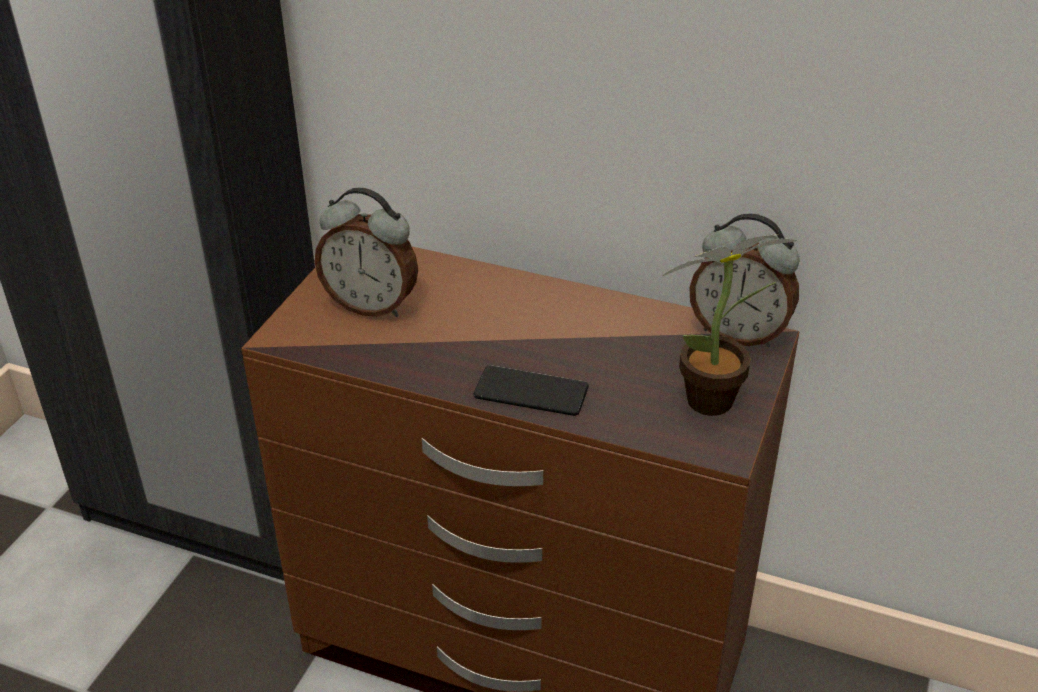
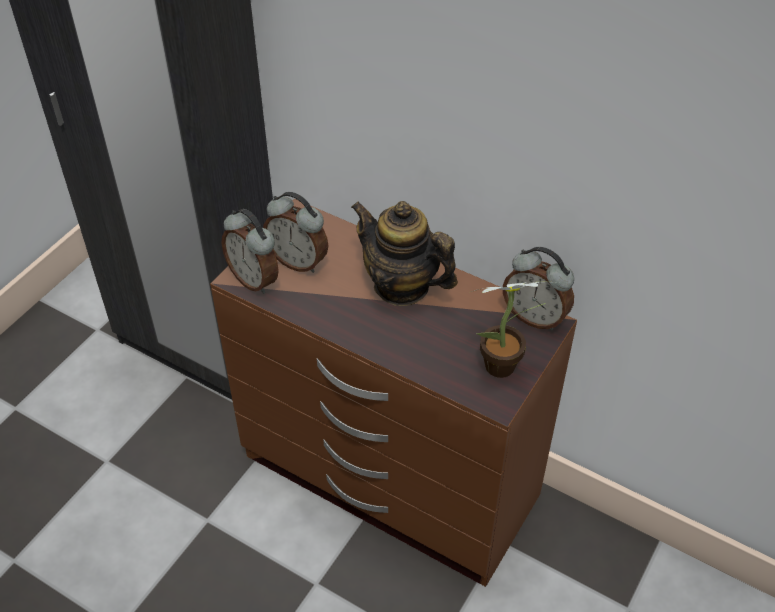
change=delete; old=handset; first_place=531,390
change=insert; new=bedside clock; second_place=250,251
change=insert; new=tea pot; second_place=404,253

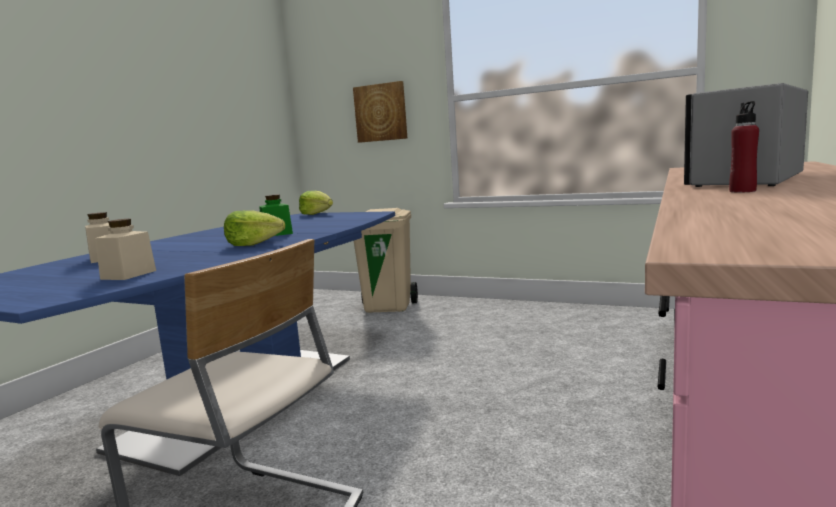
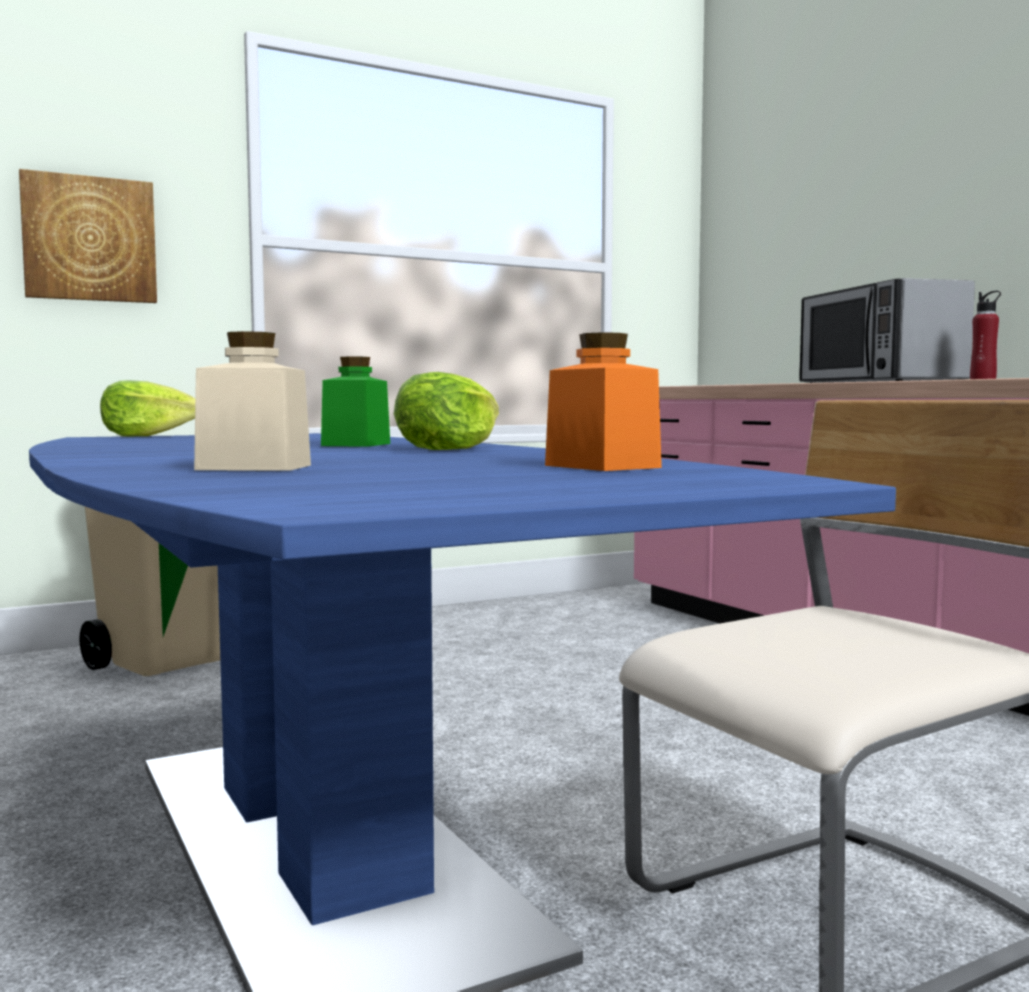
change=recolor; old=beige-coloured storage jar; new=orangey storage jar; first_place=125,249; second_place=603,401

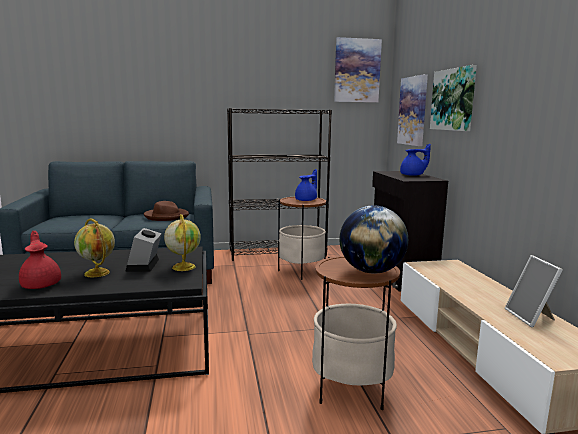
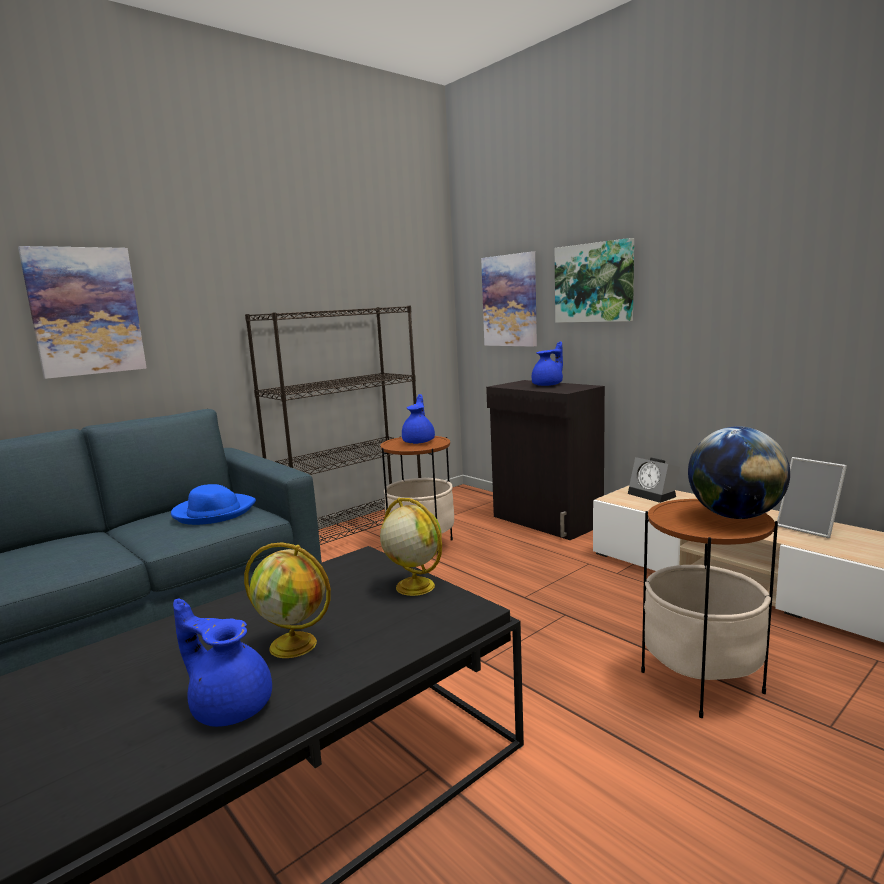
change=recolor; old=red-coloured tea pot; new=bluish tea pot; first_place=40,260; second_place=222,662
change=move; old=bedside clock; first_place=143,250; second_place=654,480
change=recolor; old=brownish wearable hat; new=bluish wearable hat; first_place=166,211; second_place=213,504
change=move; old=wall art; first_place=358,70; second_place=82,312

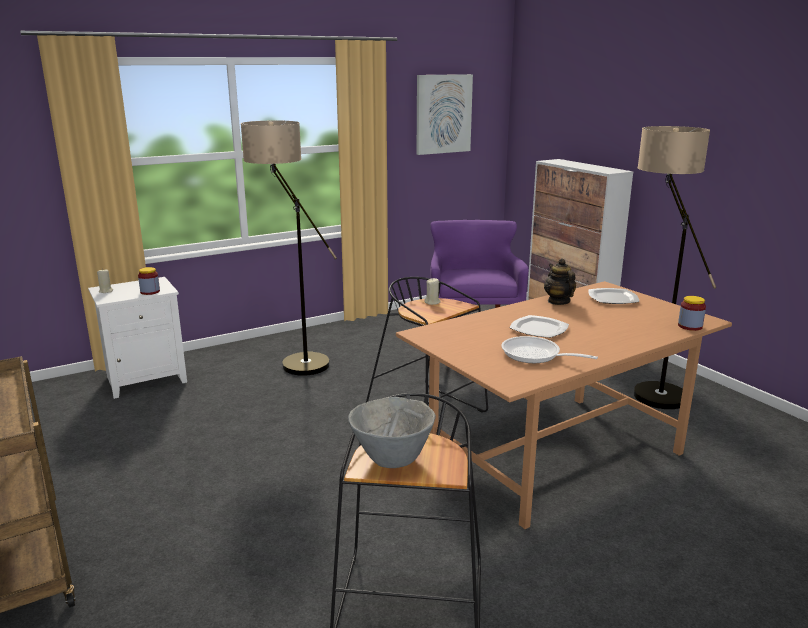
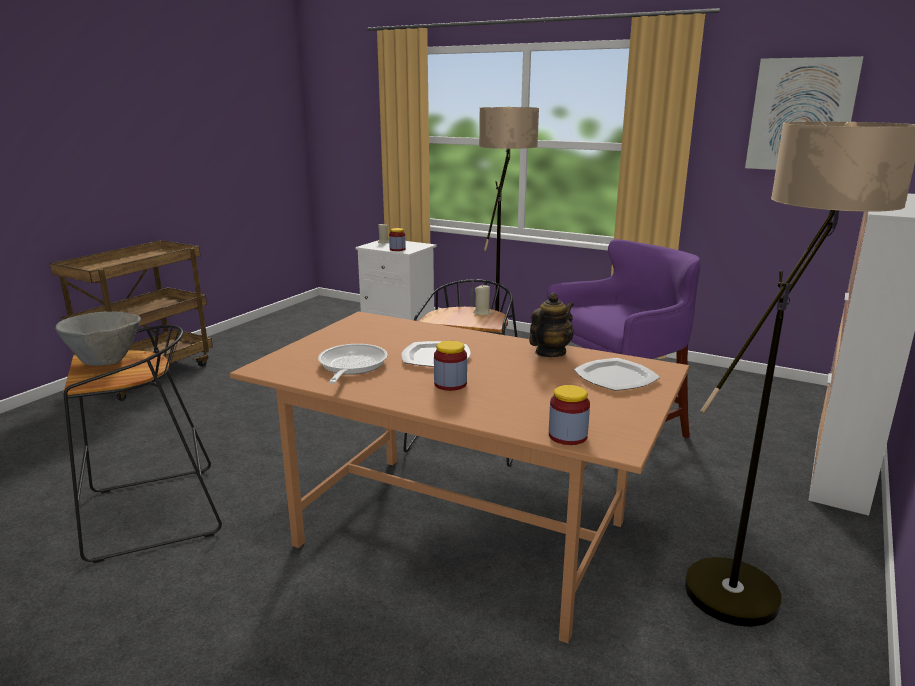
change=insert; new=storage jar; second_place=450,366

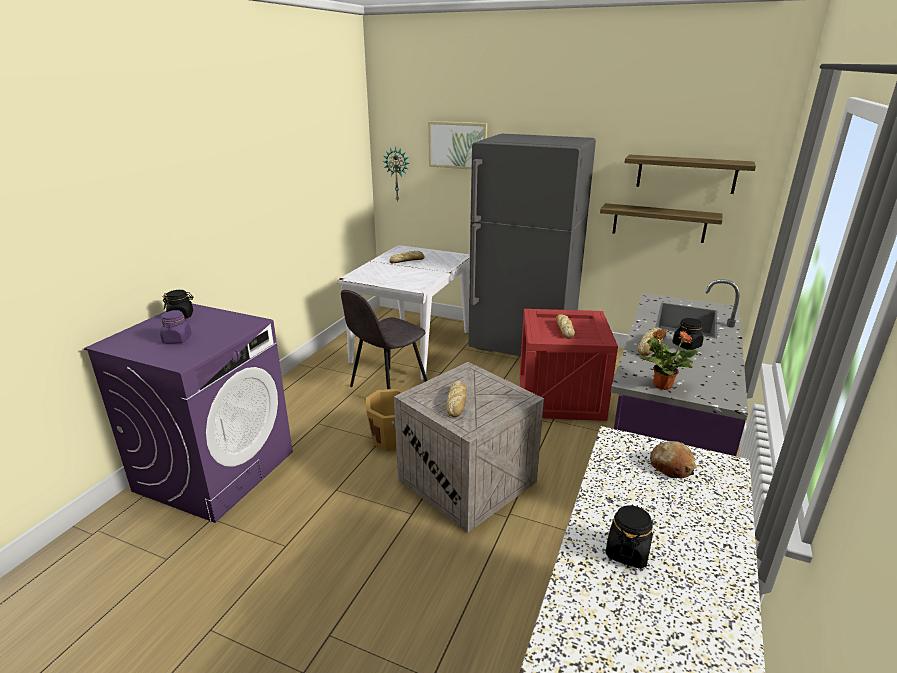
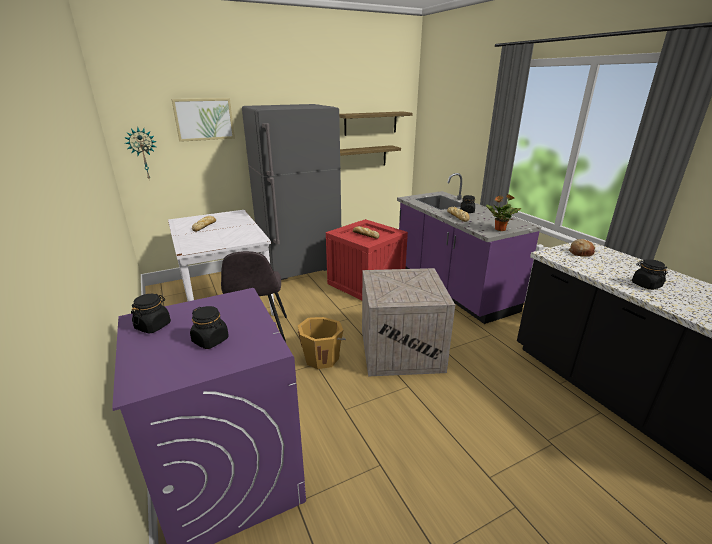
change=recolor; old=purple-coloured storage jar; new=black-coloured storage jar; first_place=176,326; second_place=209,327
change=delete; old=baked bread; first_place=457,399

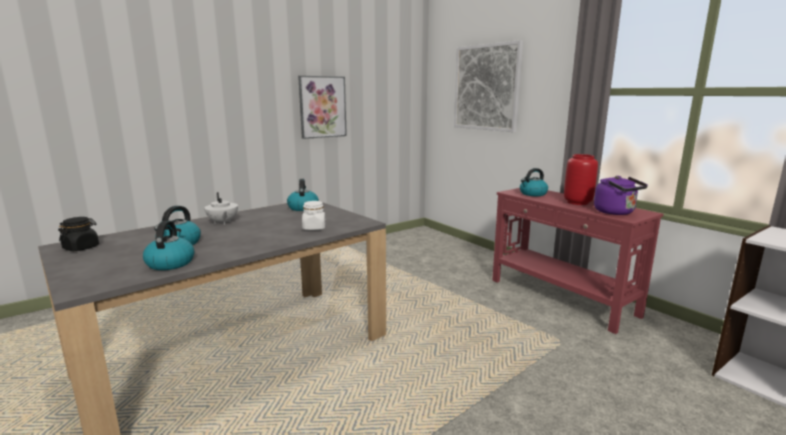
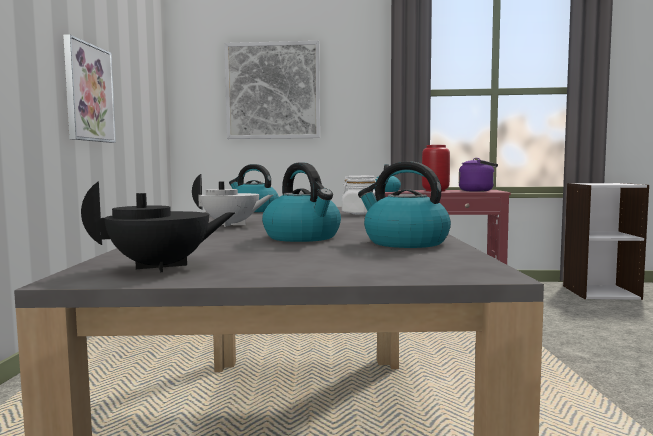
change=replace; old=black-coloured storage jar; new=black-coloured tea pot; first_place=78,234; second_place=158,226

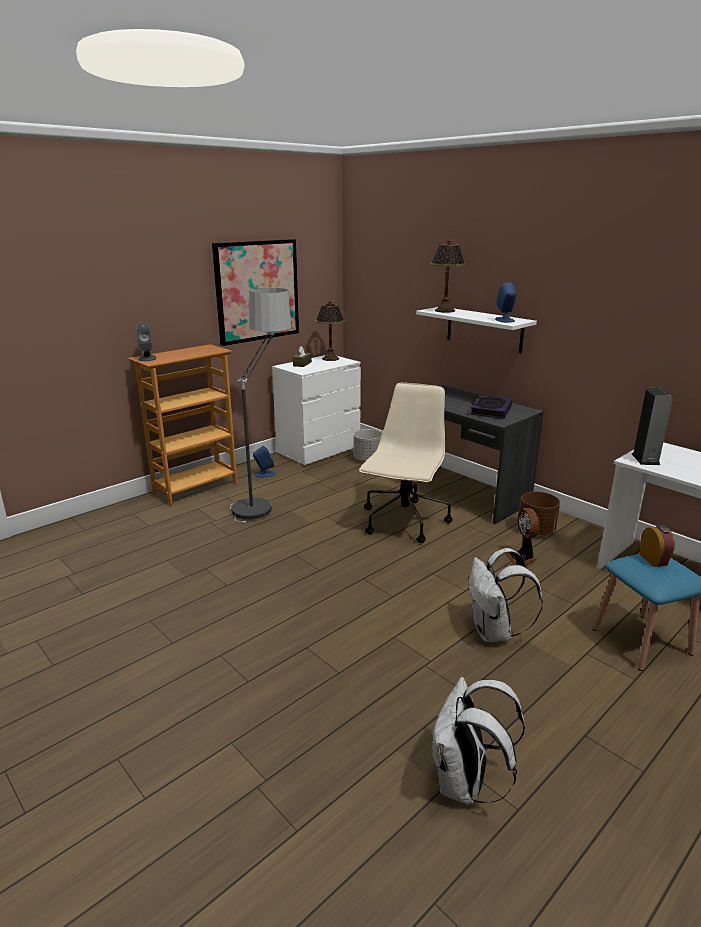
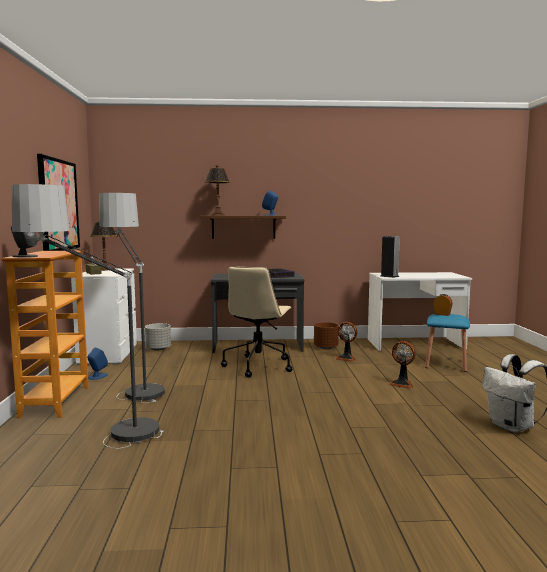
change=rotate; old=beige-coloured desk chair; first_place=406,463; second_place=256,321; degrees=-135
change=recolor; old=whitish bracket shelf; new=brownish bracket shelf; first_place=476,330; second_place=243,227
change=replace; old=whitish backpack; new=fan; first_place=505,595; second_place=402,365
change=insert; new=floor lamp; second_place=88,316

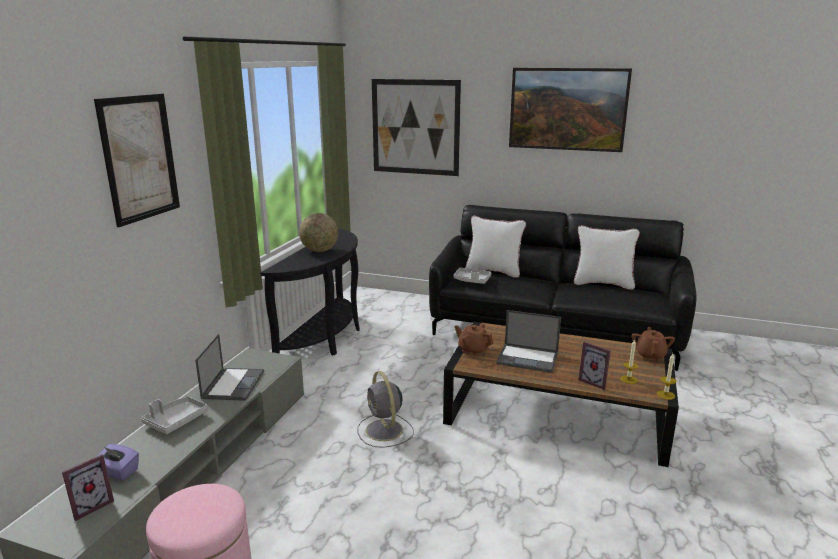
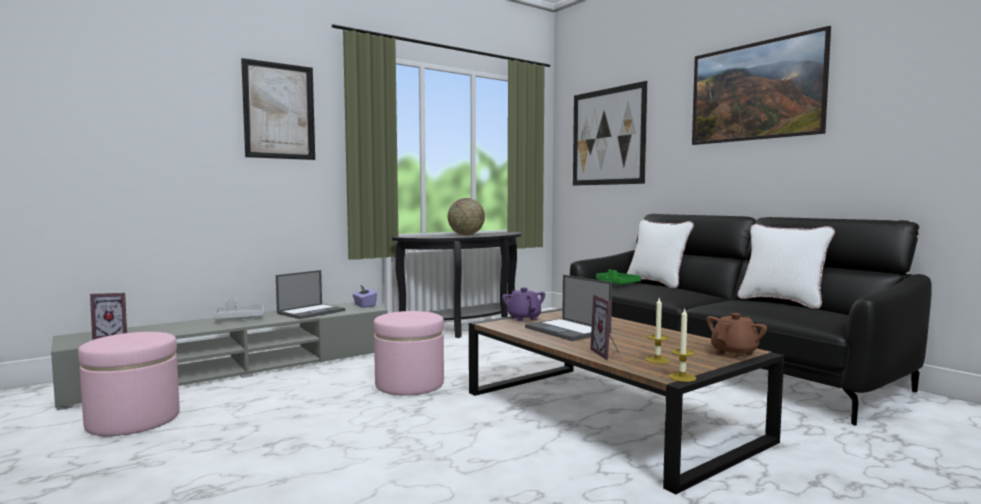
change=move; old=purple-coloured box of tissues; first_place=117,462; second_place=364,296
change=replace; old=greyish fan; new=pink-coloured pouffe; first_place=386,409; second_place=409,353
change=recolor; old=greyish serving tray; new=green serving tray; first_place=472,276; second_place=618,277
change=recolor; old=brownish tea pot; new=purple-coloured tea pot; first_place=474,340; second_place=523,304

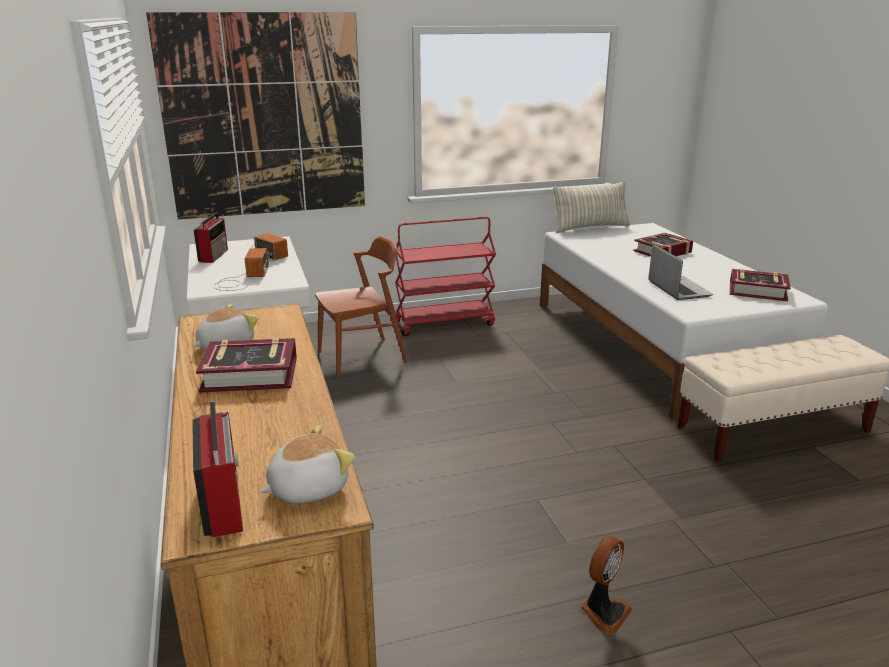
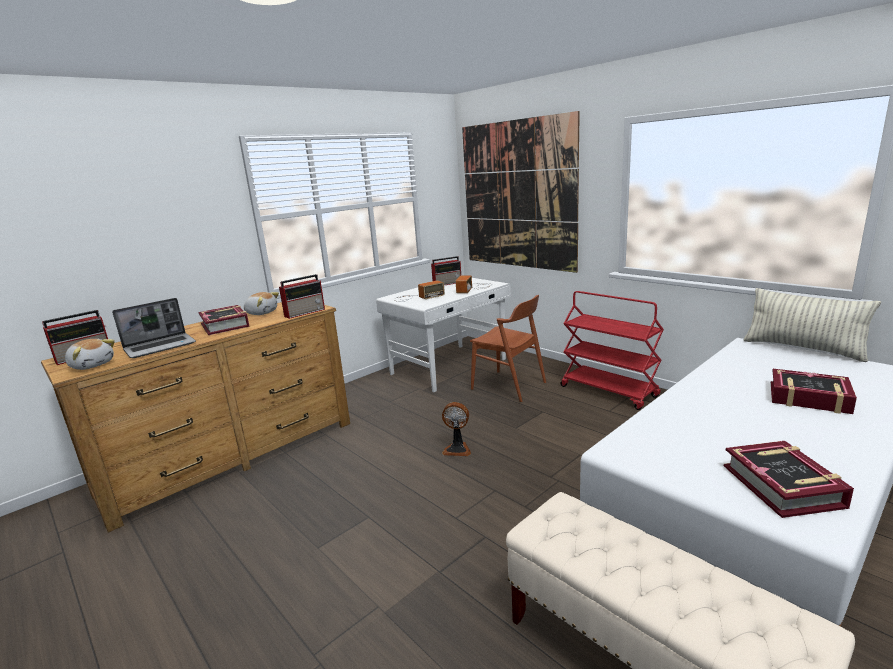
change=move; old=fan; first_place=606,585; second_place=456,429
change=move; old=laptop; first_place=680,272; second_place=154,328
change=insert; new=radio set; second_place=302,296

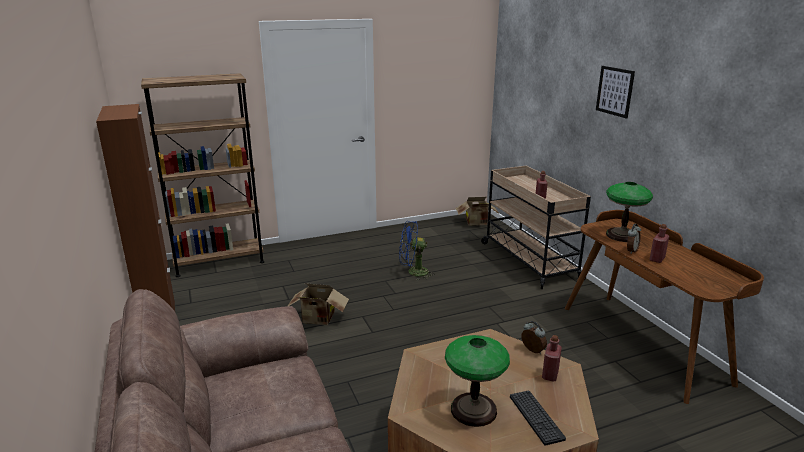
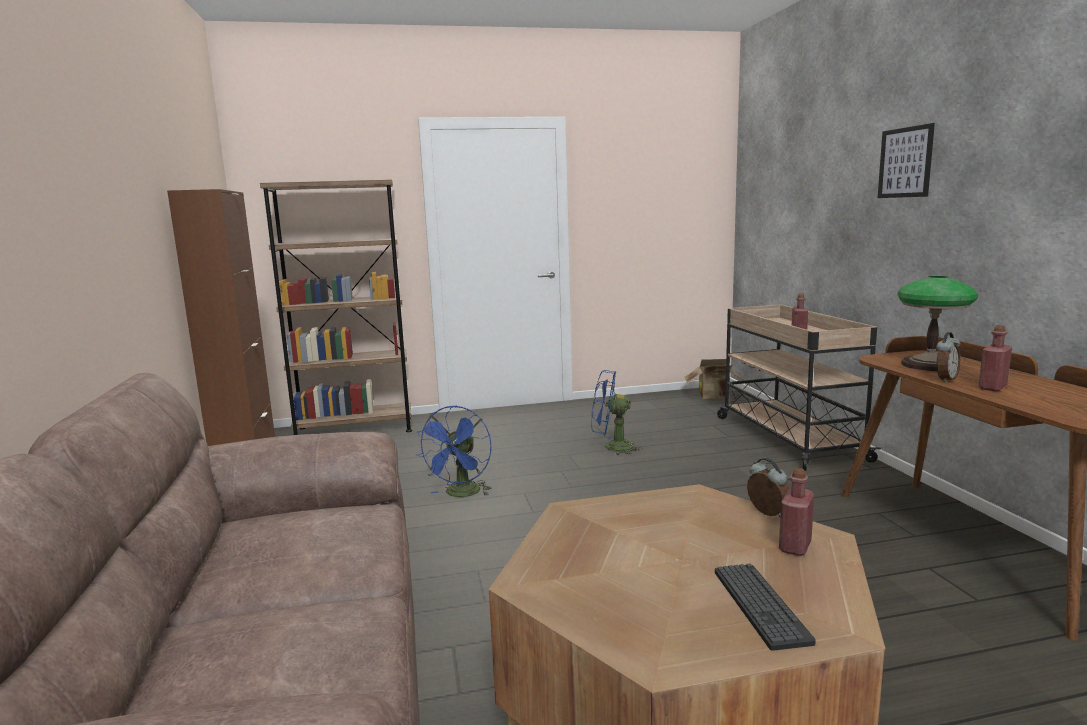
change=replace; old=cardboard box; new=bluish fan; first_place=318,304; second_place=454,451
change=delete; old=table lamp; first_place=477,381

